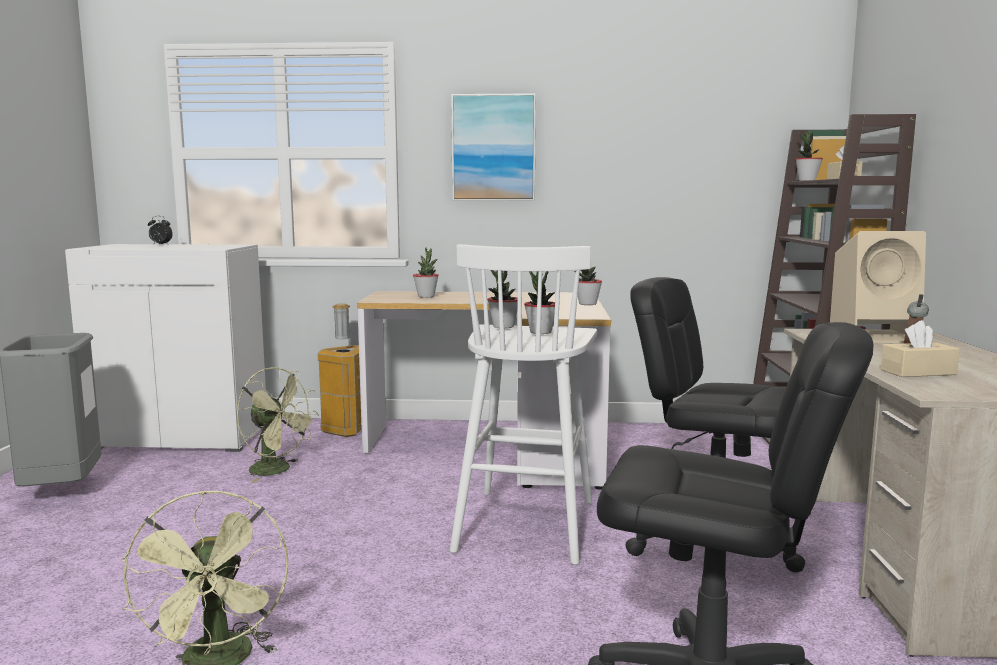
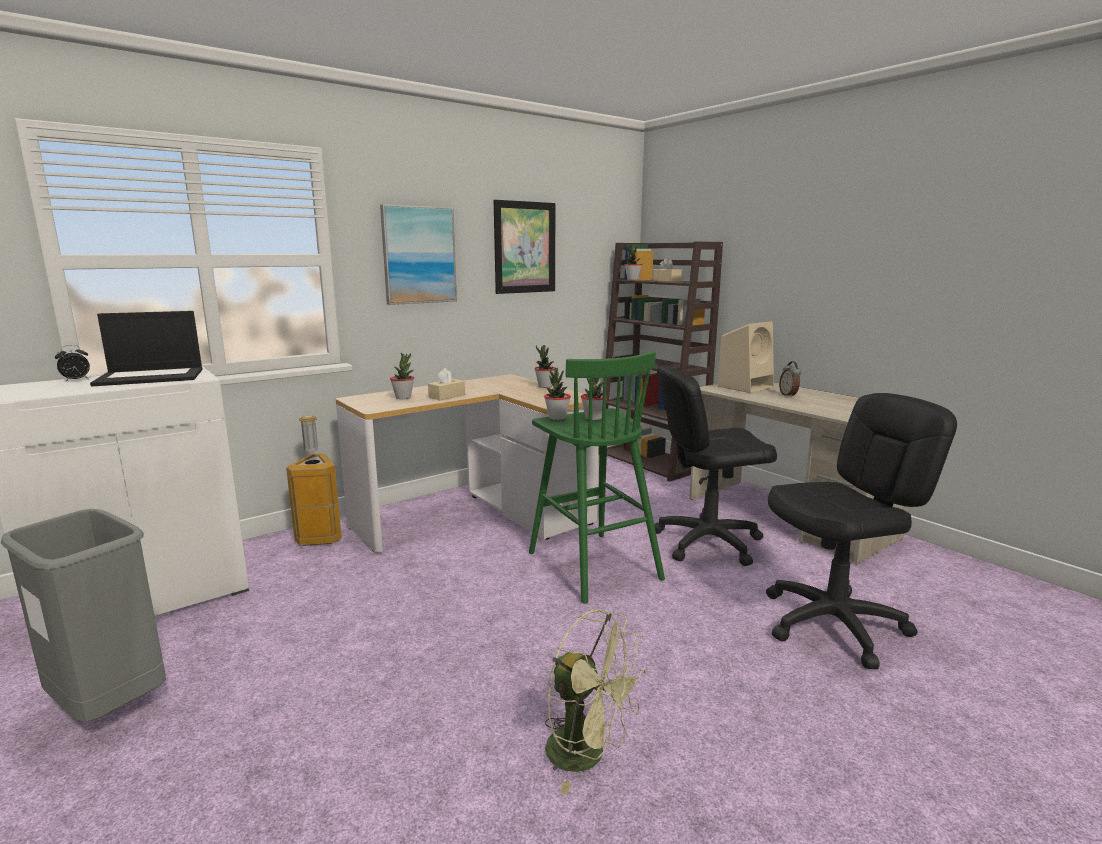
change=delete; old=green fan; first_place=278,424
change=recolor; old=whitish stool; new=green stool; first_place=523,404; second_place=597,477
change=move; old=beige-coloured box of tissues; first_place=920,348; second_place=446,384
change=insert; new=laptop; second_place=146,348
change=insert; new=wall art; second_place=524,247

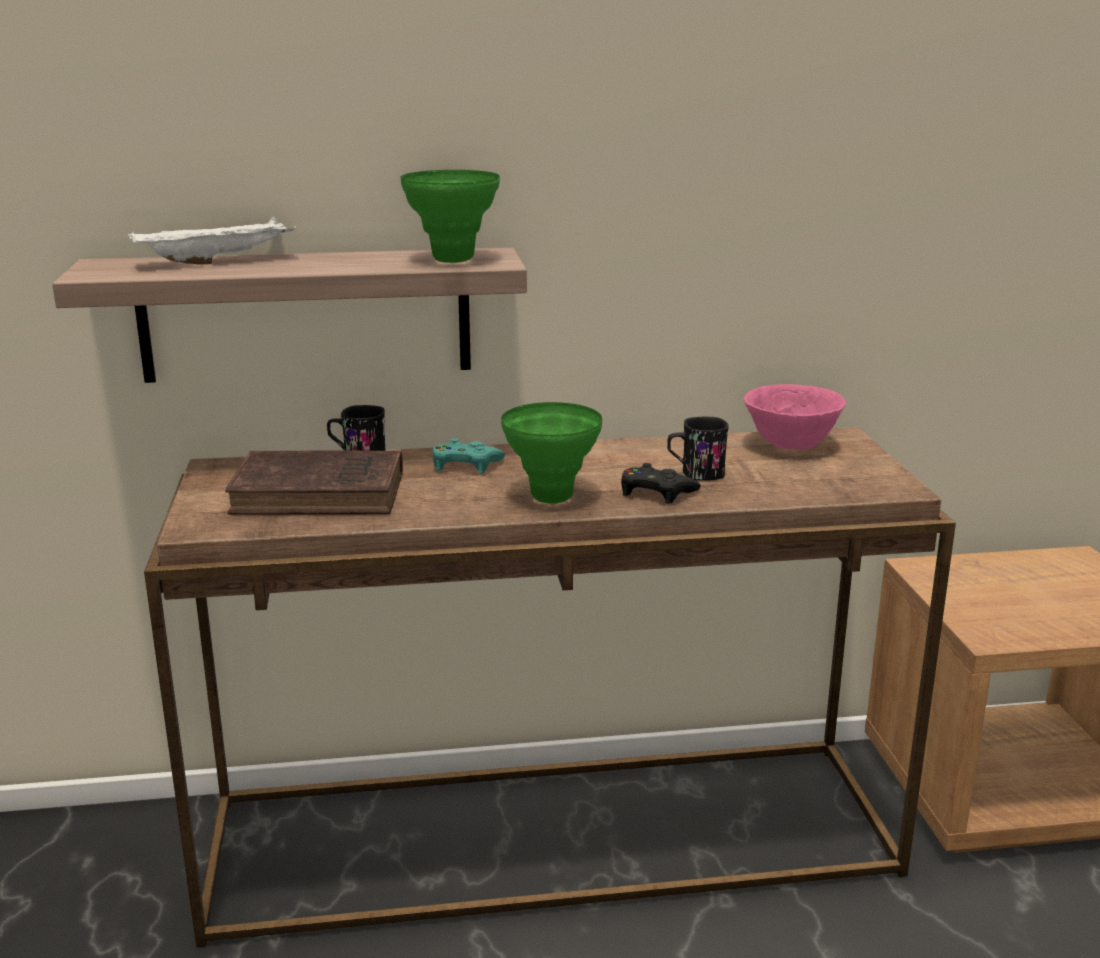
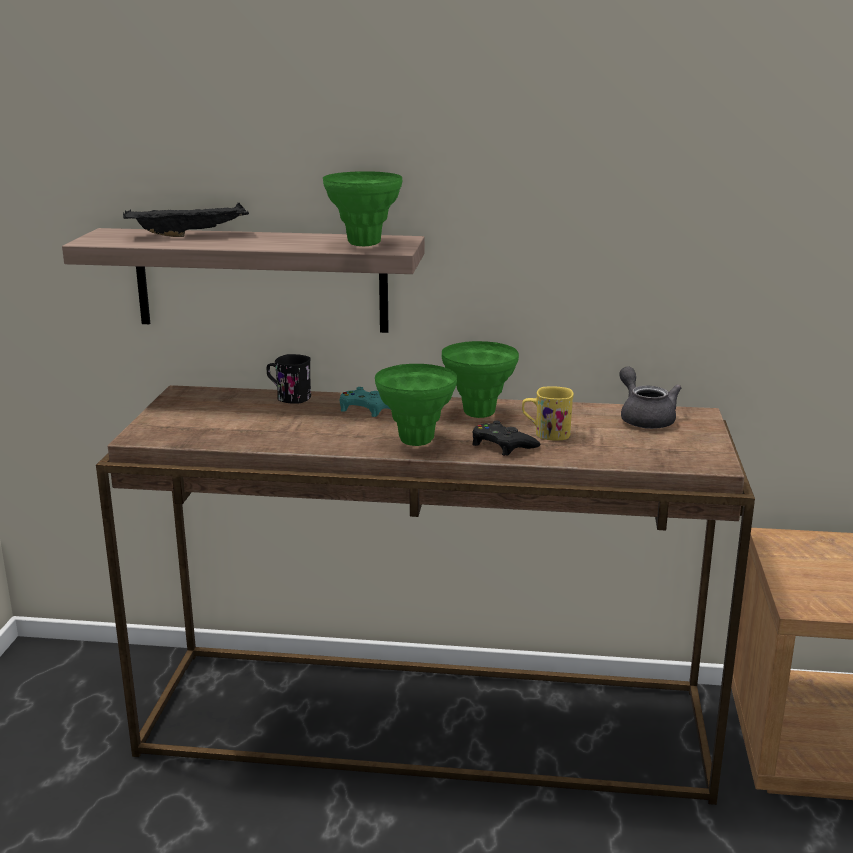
change=recolor; old=whitish serving tray; new=black-coloured serving tray; first_place=212,241; second_place=186,219
change=delete; old=brownish volume; first_place=314,482
change=recolor; old=black-coloured tea mug; new=yellowish tea mug; first_place=698,449; second_place=548,413
change=replace; old=pink-coloured serving bowl; new=greyish tea pot; first_place=795,417; second_place=650,397
change=insert; new=green flower vase; second_place=480,379

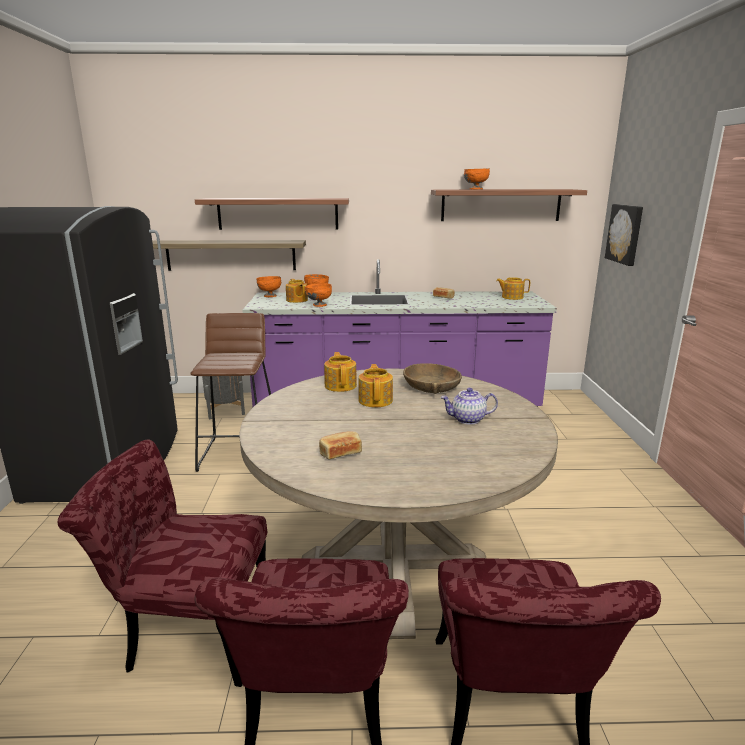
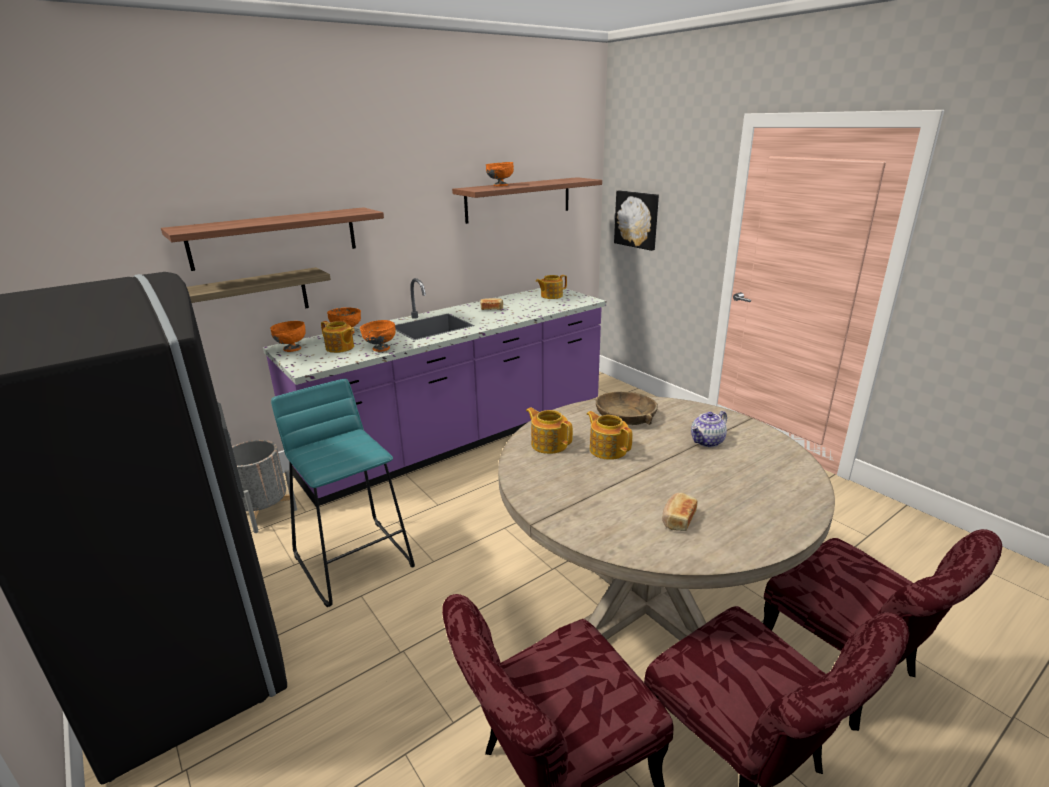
change=recolor; old=brownish stool; new=turquoise-coloured stool; first_place=230,392; second_place=343,493

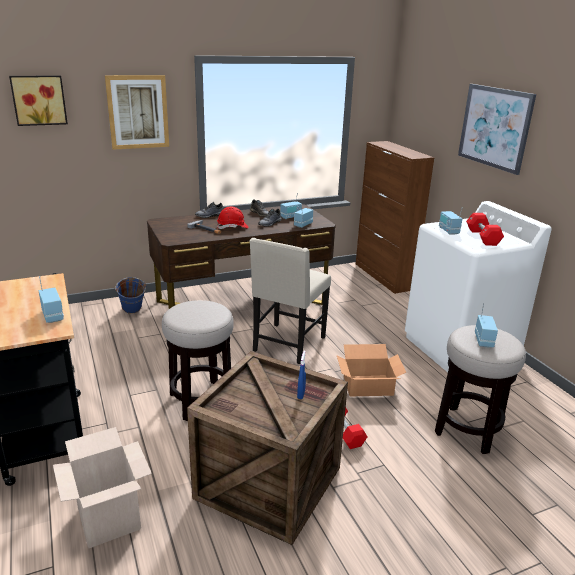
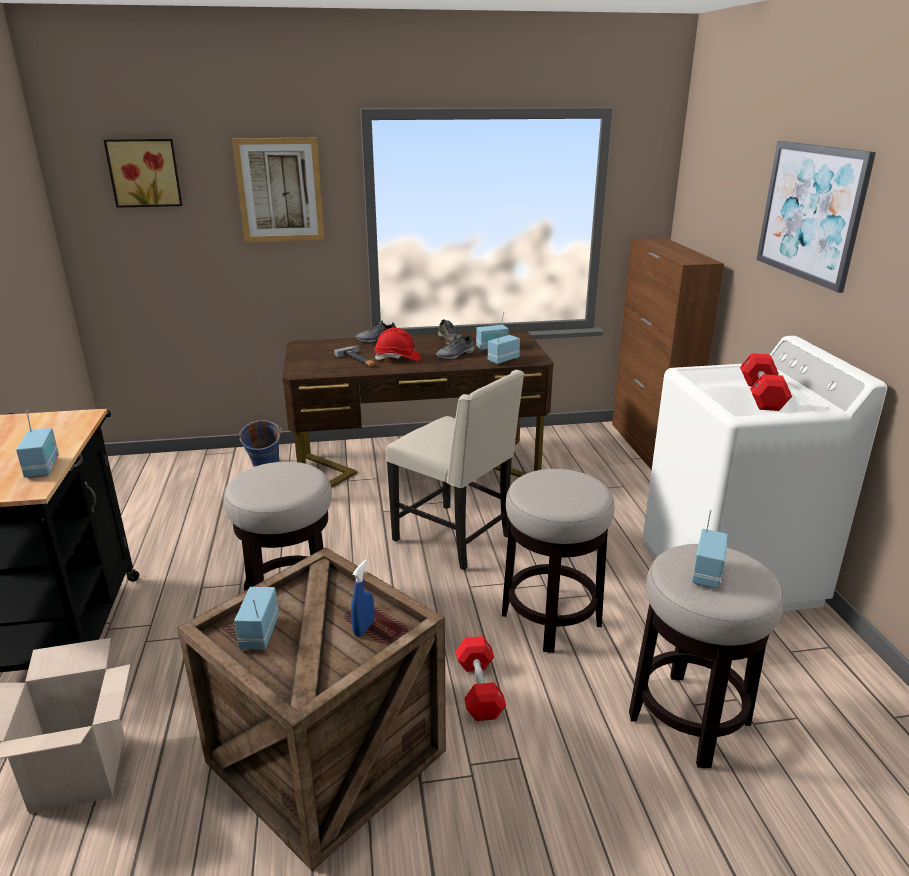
change=rotate; old=beige-coloured chair; first_place=290,301; second_place=455,470; degrees=-90
change=replace; old=cardboard box; new=stool; first_place=371,370; second_place=558,561
change=move; old=radio set; first_place=450,221; second_place=256,618

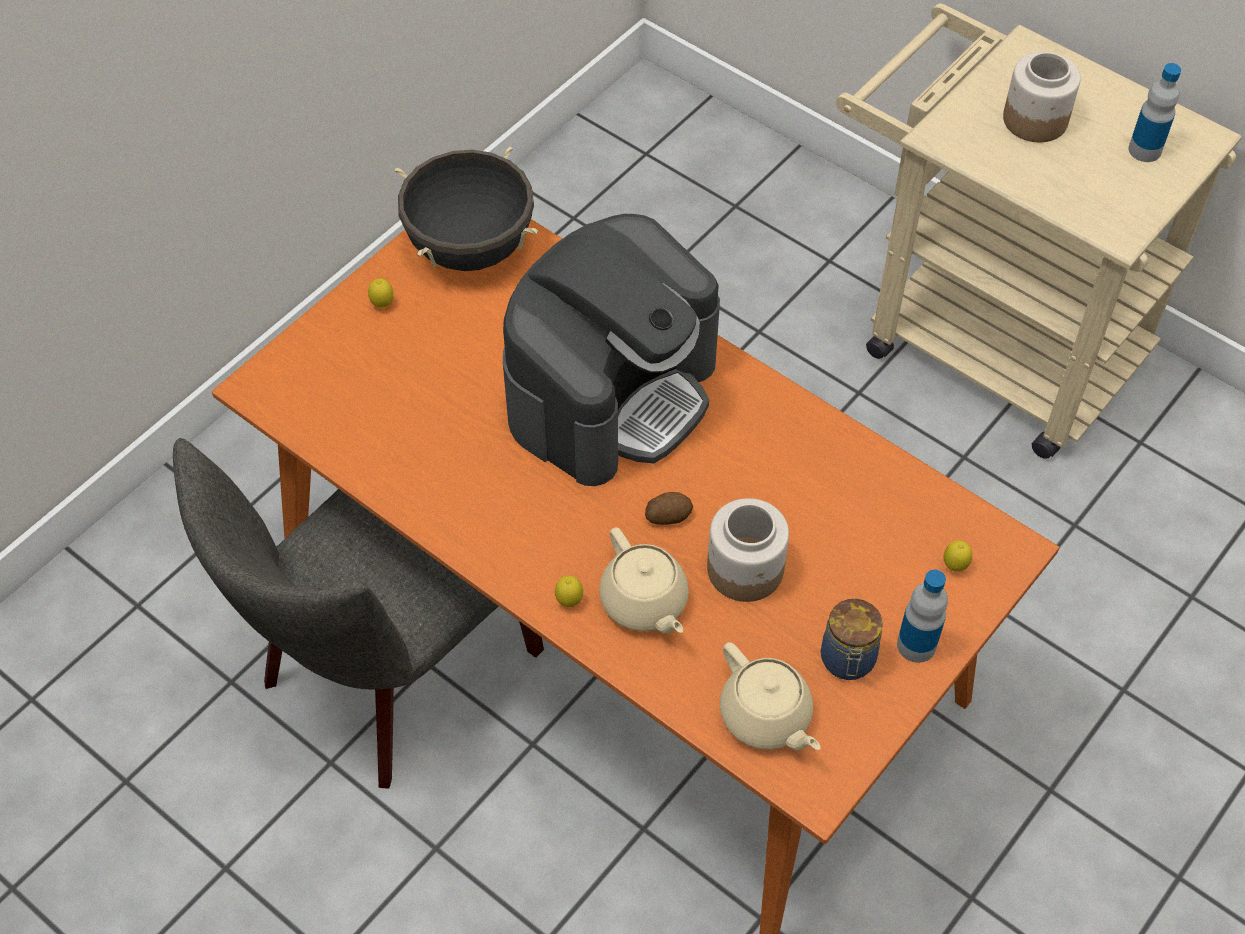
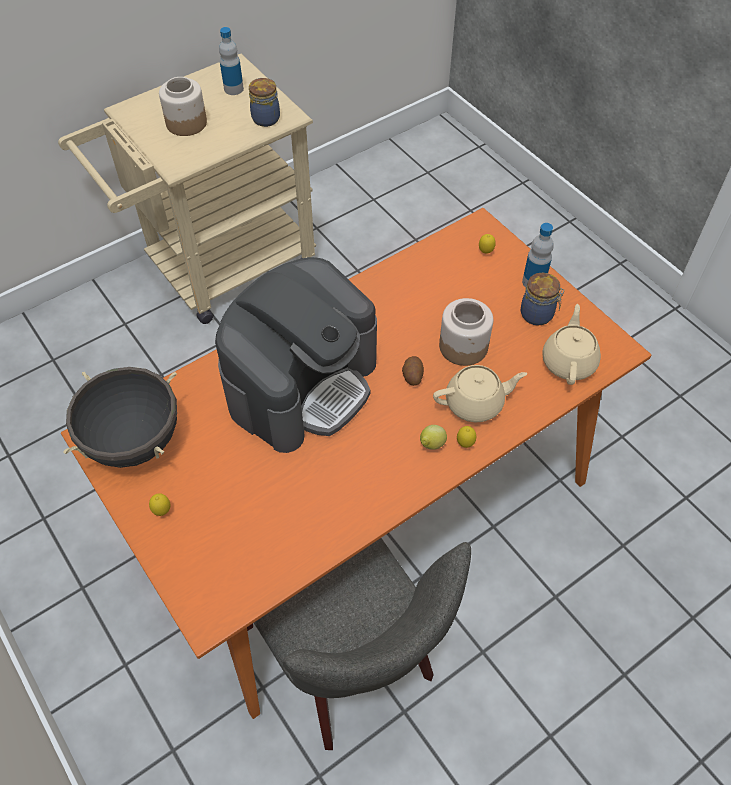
change=rotate; old=coffee brewer; first_place=611,350; second_place=296,355; degrees=75
change=rotate; old=beige-coloured tea pot; first_place=770,696; second_place=571,344; degrees=-60
change=insert; new=storage jar; second_place=264,102
change=insert; new=whole lemon; second_place=433,437

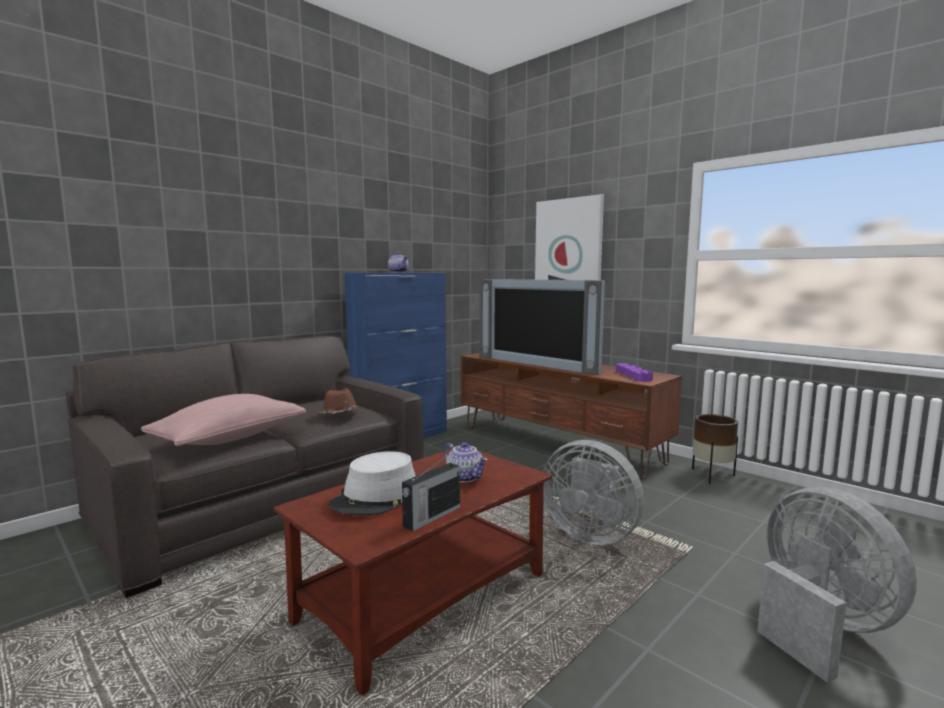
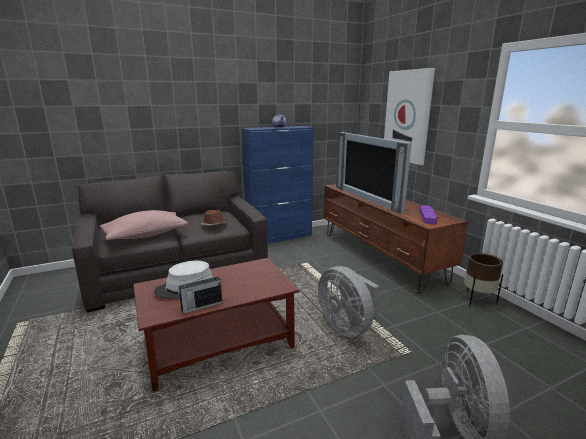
change=delete; old=tea pot; first_place=466,462

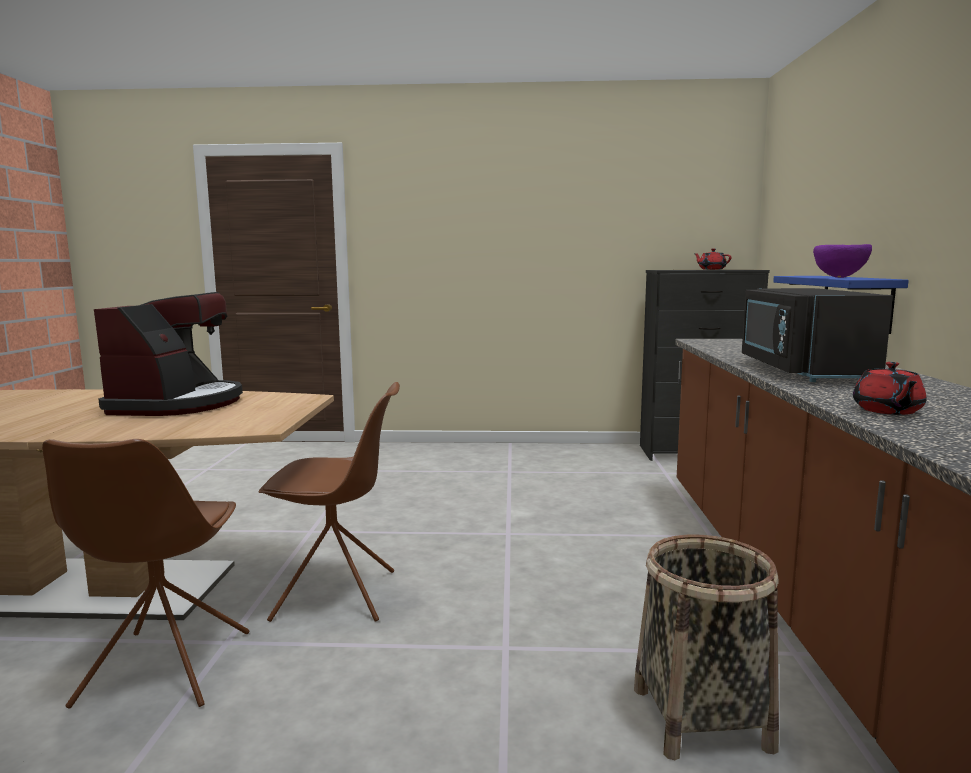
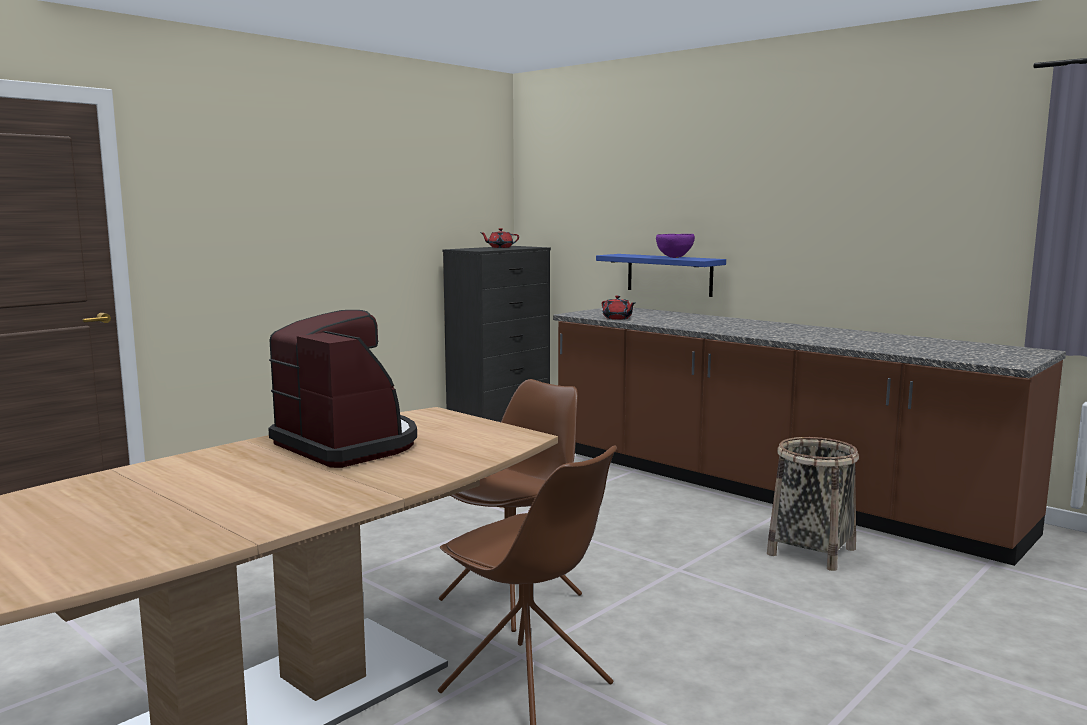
change=delete; old=black-coloured microwave oven; first_place=817,335
change=move; old=red-coloured tea pot; first_place=889,388; second_place=618,307

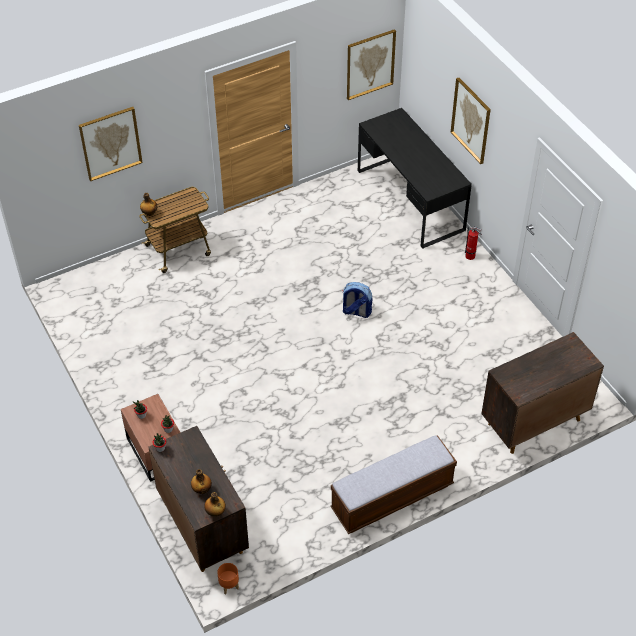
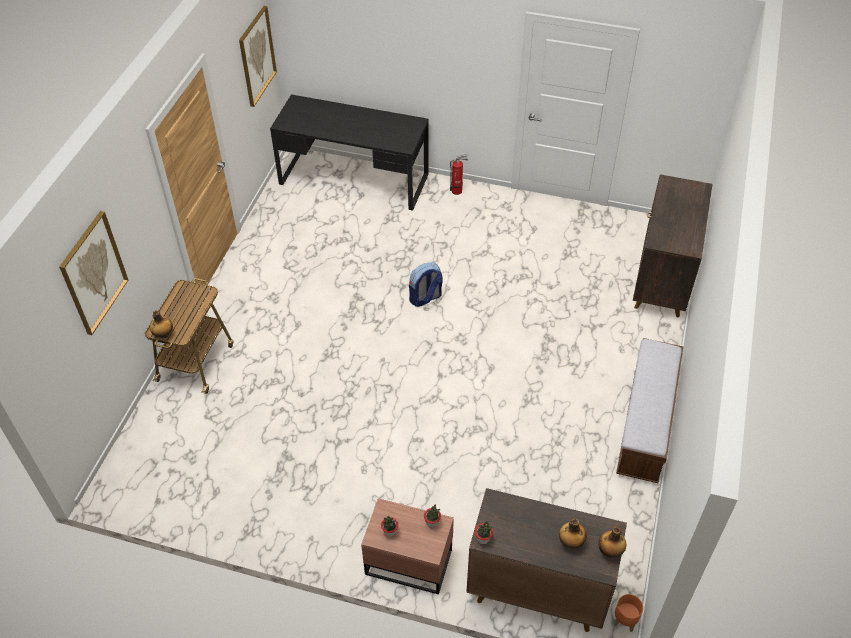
change=delete; old=wall art; first_place=471,121

